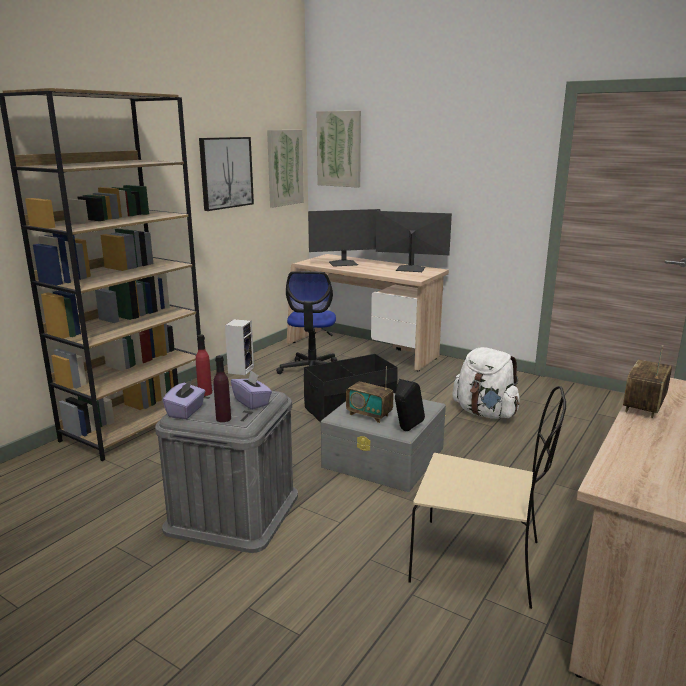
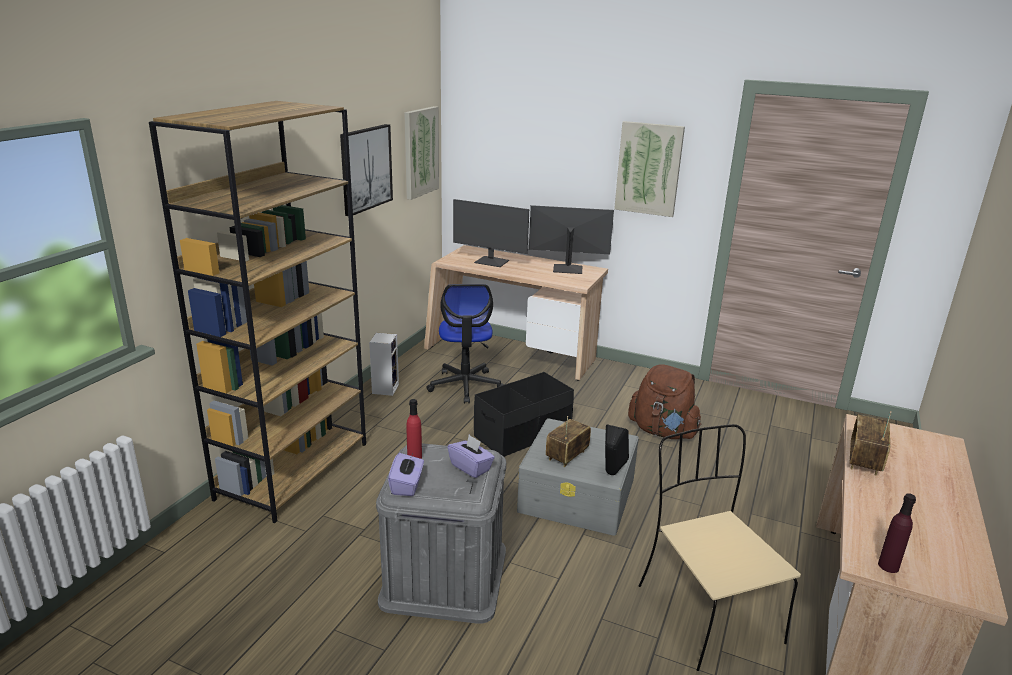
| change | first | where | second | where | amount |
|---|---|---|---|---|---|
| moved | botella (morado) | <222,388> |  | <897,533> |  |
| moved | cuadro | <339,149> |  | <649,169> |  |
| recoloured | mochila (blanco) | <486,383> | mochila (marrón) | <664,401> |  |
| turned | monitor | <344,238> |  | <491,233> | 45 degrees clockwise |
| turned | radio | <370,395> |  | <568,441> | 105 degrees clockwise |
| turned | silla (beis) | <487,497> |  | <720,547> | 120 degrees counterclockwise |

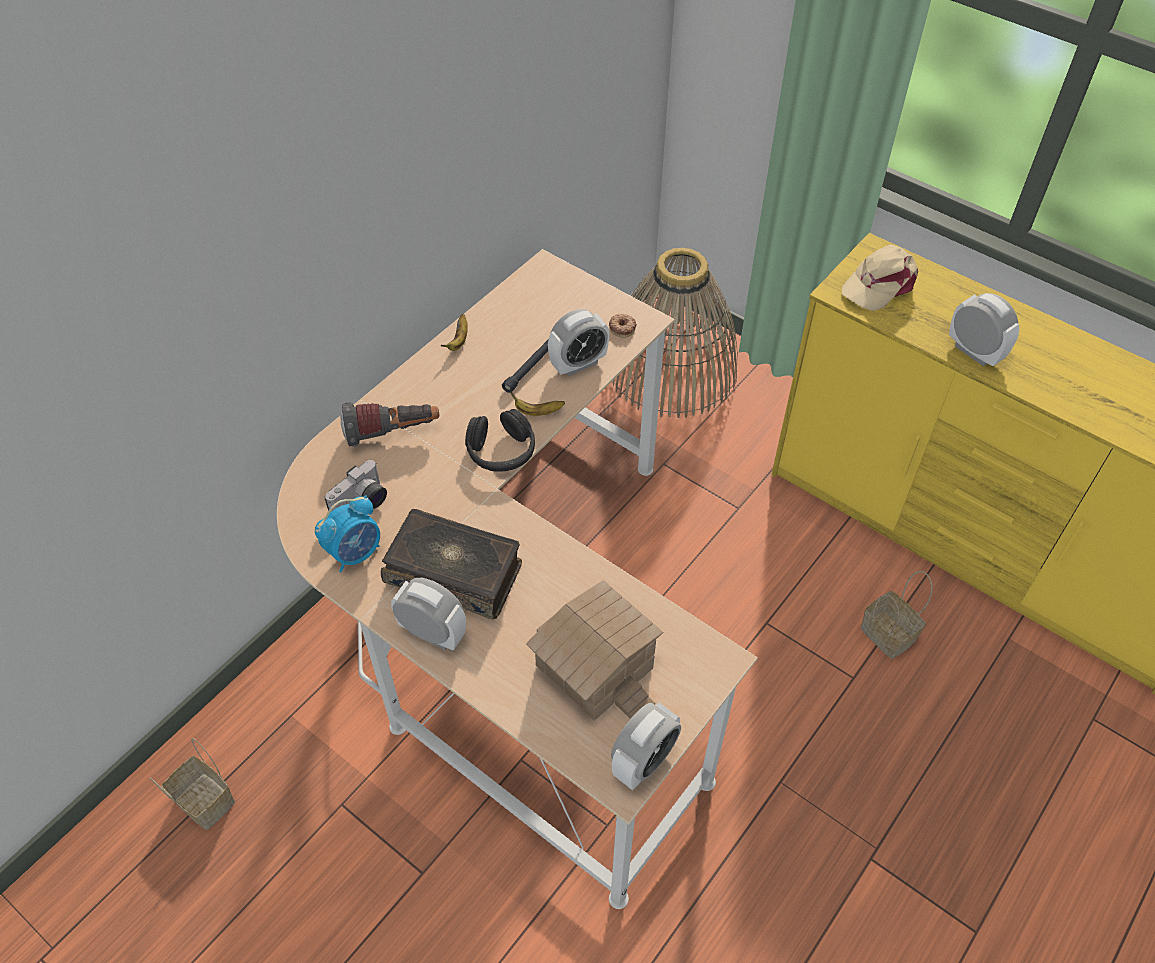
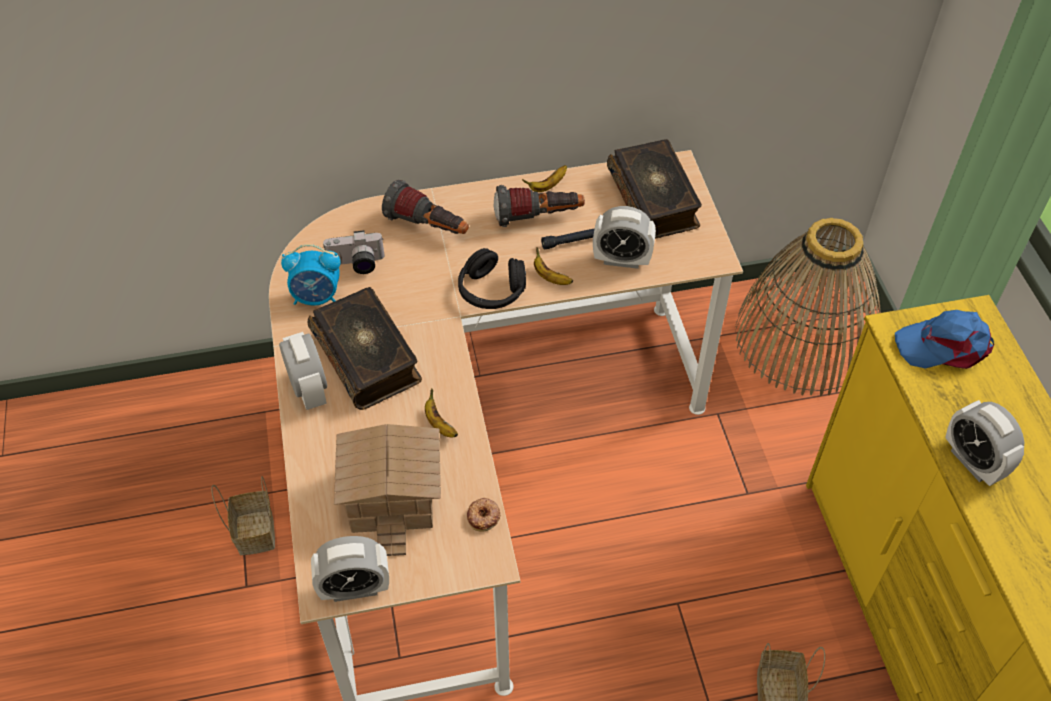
| change | first | where | second | where | amount |
|---|---|---|---|---|---|
| added |  |  | plátano | <441,413> |  |
| added |  |  | linterna | <539,206> |  |
| added |  |  | libro | <654,189> |  |
| moved | cesta | <192,784> |  | <243,515> |  |
| moved | rosquilla | <623,326> |  | <484,514> |  |
| recoloured | gorra (beis) | <880,277> | gorra (azul) | <944,339> |  |
| turned | despertador | <984,329> |  | <984,443> | 150 degrees clockwise |

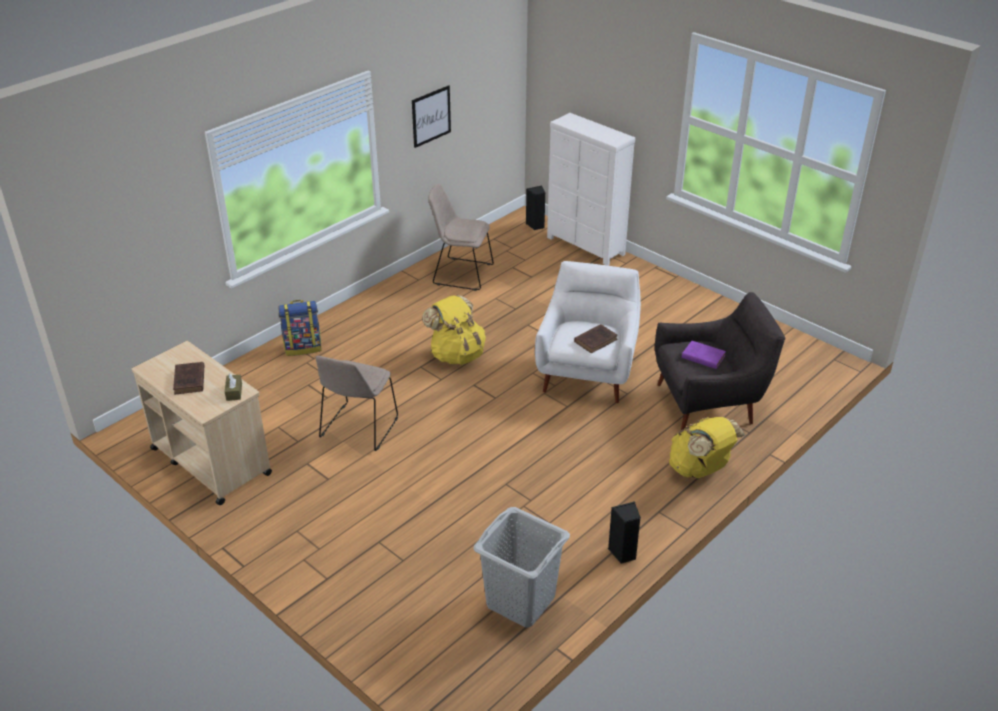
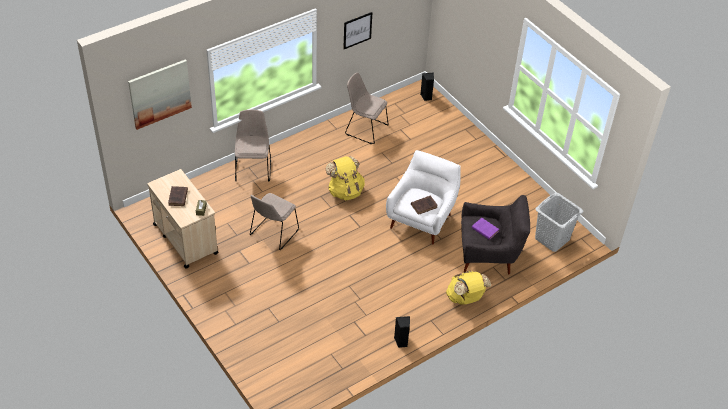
| change | first | where | second | where | amount |
|---|---|---|---|---|---|
| removed | cómoda (blanco) | <591,189> |  |  |  |
| added |  |  | cuadro | <160,94> |  |
| moved | cesto de la ropa (gris) | <521,567> |  | <559,222> |  |
| replaced | mochila | <299,328> | silla (beis) | <253,146> |  |

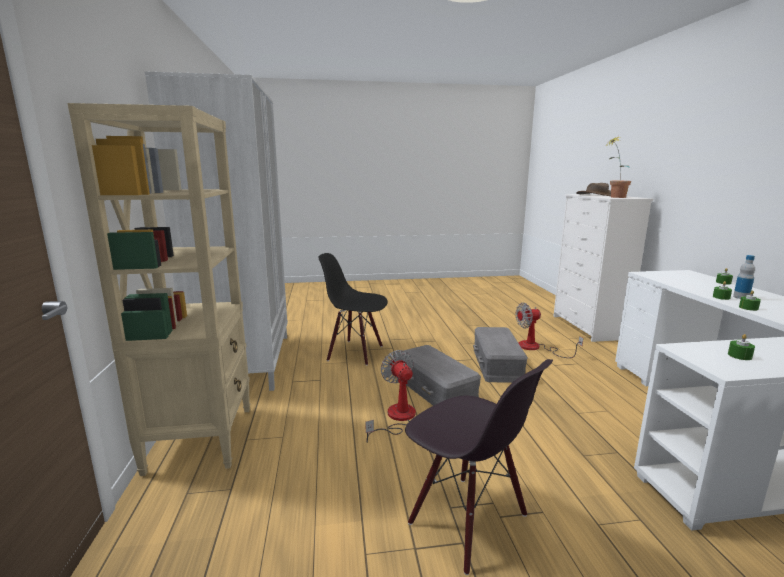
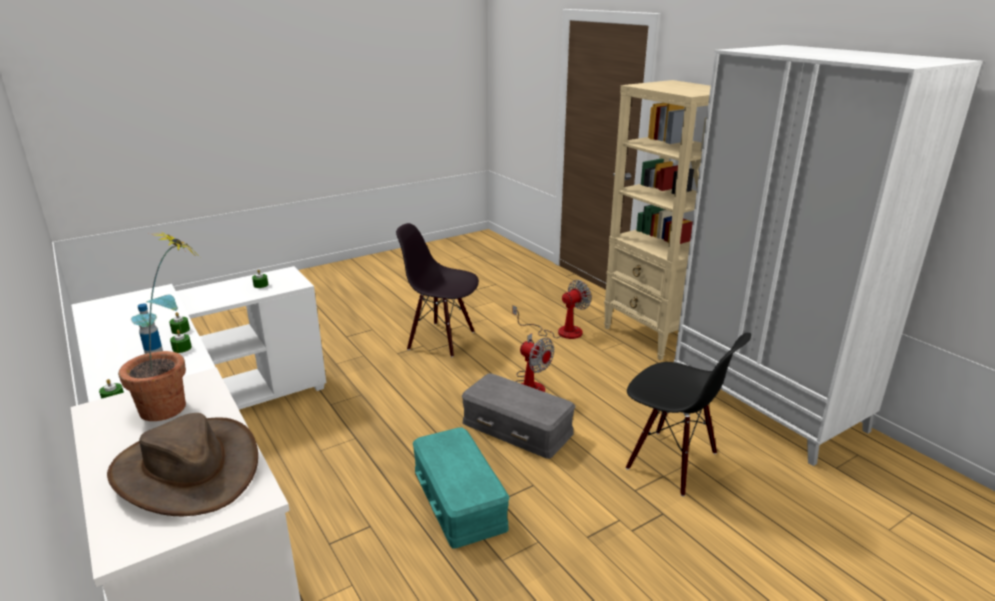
| change | first | where | second | where | amount |
|---|---|---|---|---|---|
| moved | ventilador | <549,330> |  | <552,309> |  |
| recoloured | caja de almacenaje (gris) | <500,355> | caja de almacenaje (turquesa) | <461,487> |  |
| turned | silla (negro) | <353,309> |  | <688,415> | 45 degrees clockwise |

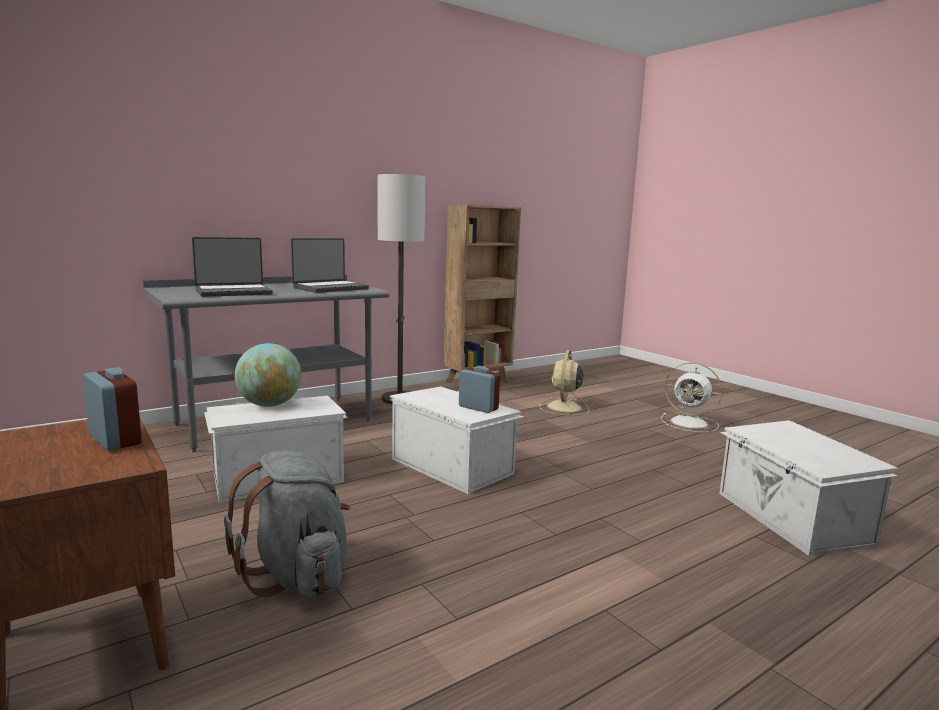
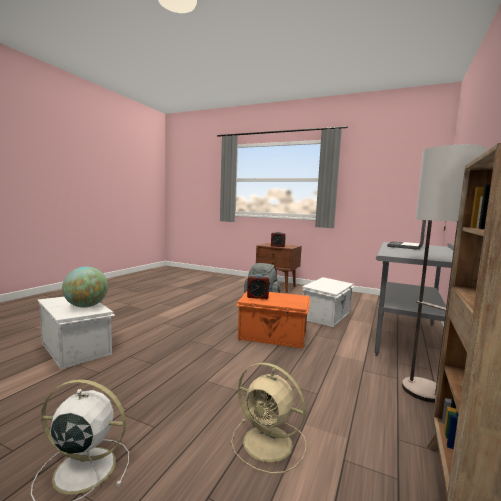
| change | first | where | second | where | amount |
|---|---|---|---|---|---|
| removed | portátil | <330,265> |  |  |  |
| moved | globo terráqueo | <268,375> |  | <85,287> |  |
| recoloured | caja de almacenaje (blanco) | <457,440> | caja de almacenaje (naranja) | <273,319> |  |
| turned | ventilador (beis) | <564,383> |  | <268,418> | 135 degrees clockwise |

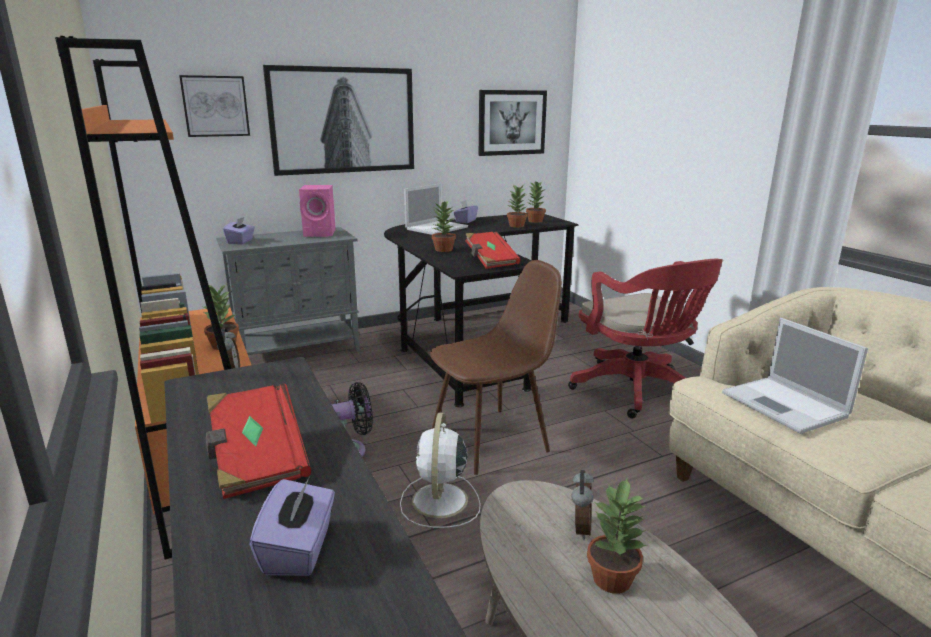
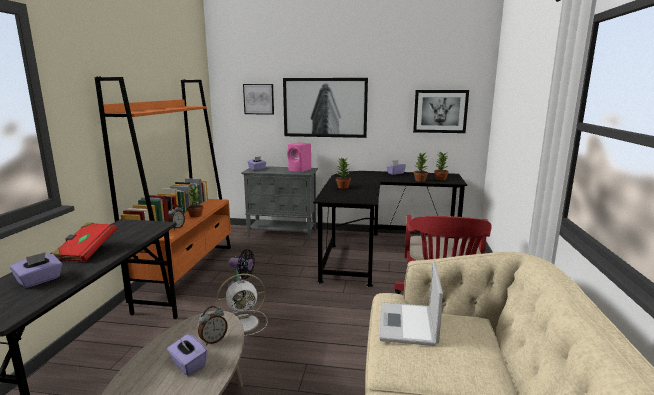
| change | first | where | second | where | amount |
|---|---|---|---|---|---|
| removed | portátil | <436,209> |  |  |  |
| removed | silla (marrón) | <496,367> |  |  |  |
| removed | libro (rojo) | <492,250> |  |  |  |
| replaced | planta en maceta | <617,536> | caja de pañuelos (morado) | <187,354> |  |
| turned | ventilador (blanco) | <440,470> |  | <242,304> | 150 degrees counterclockwise |

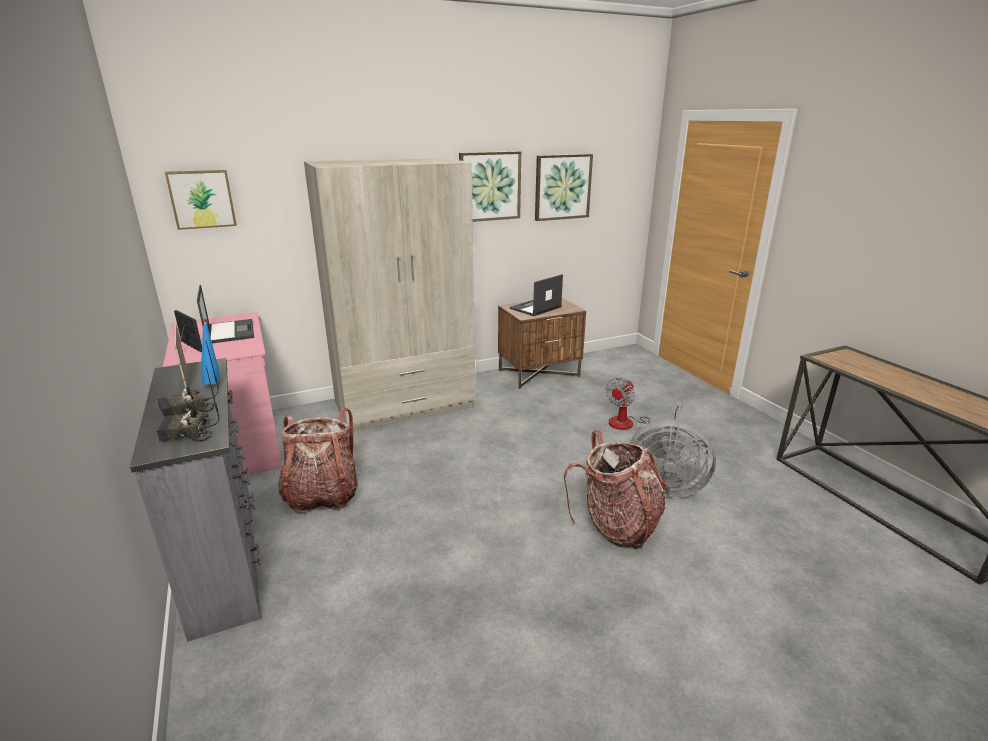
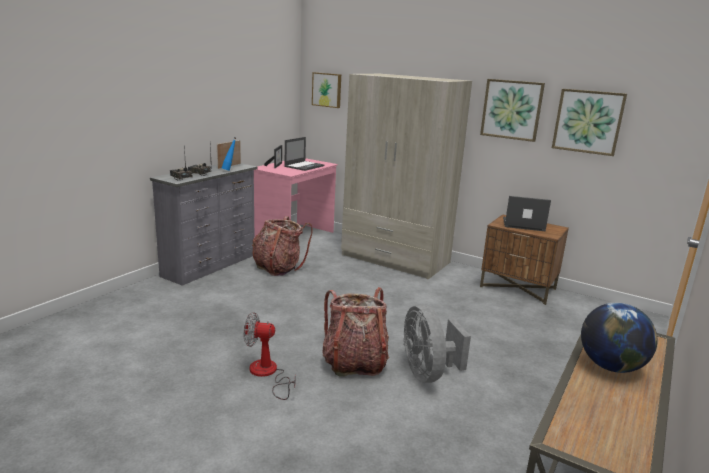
| change | first | where | second | where | amount |
|---|---|---|---|---|---|
| added |  |  | globo terráqueo | <619,338> |  |
| moved | ventilador | <643,404> |  | <269,356> |  |

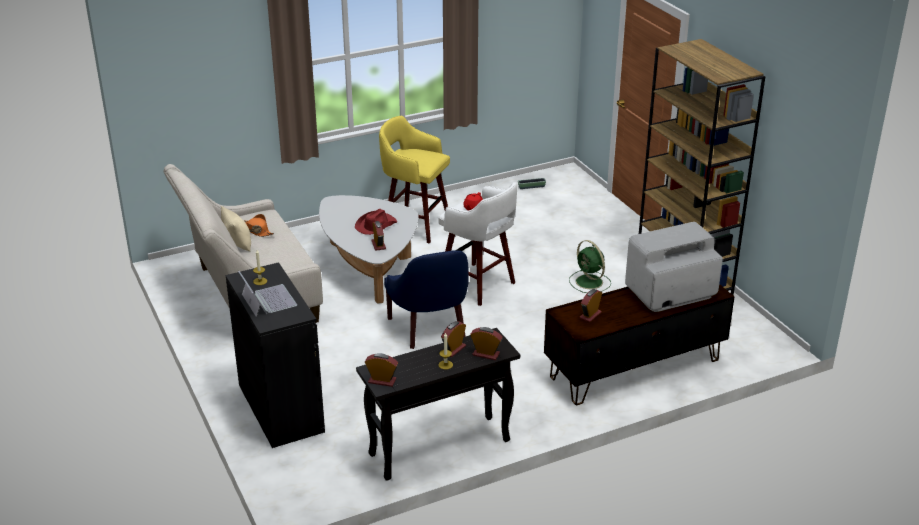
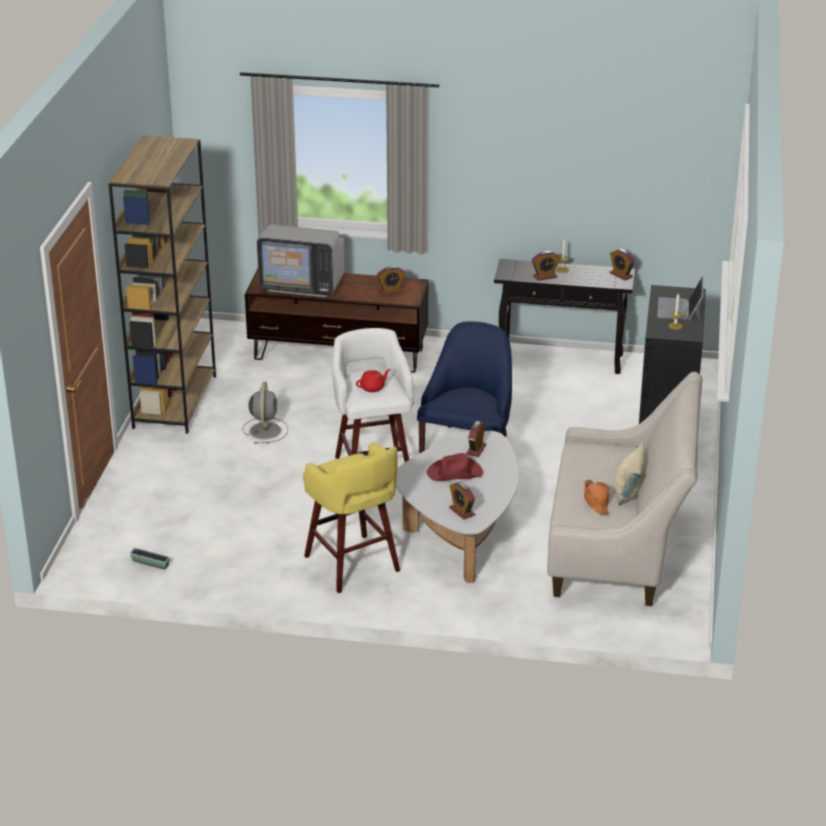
| change | first | where | second | where | amount |
|---|---|---|---|---|---|
| moved | despertador | <486,343> |  | <462,500> |  |
| recoloured | ventilador (verde) | <590,266> | ventilador (gris) | <265,413> |  |

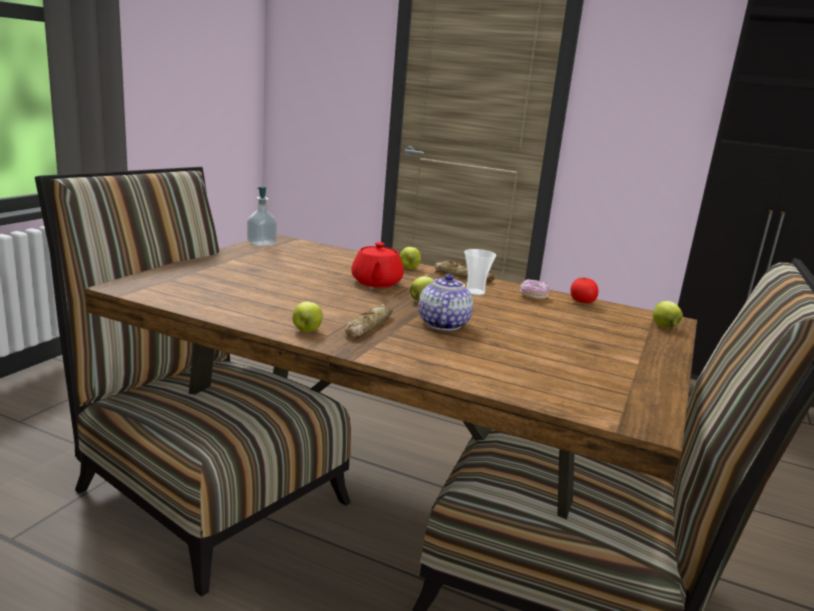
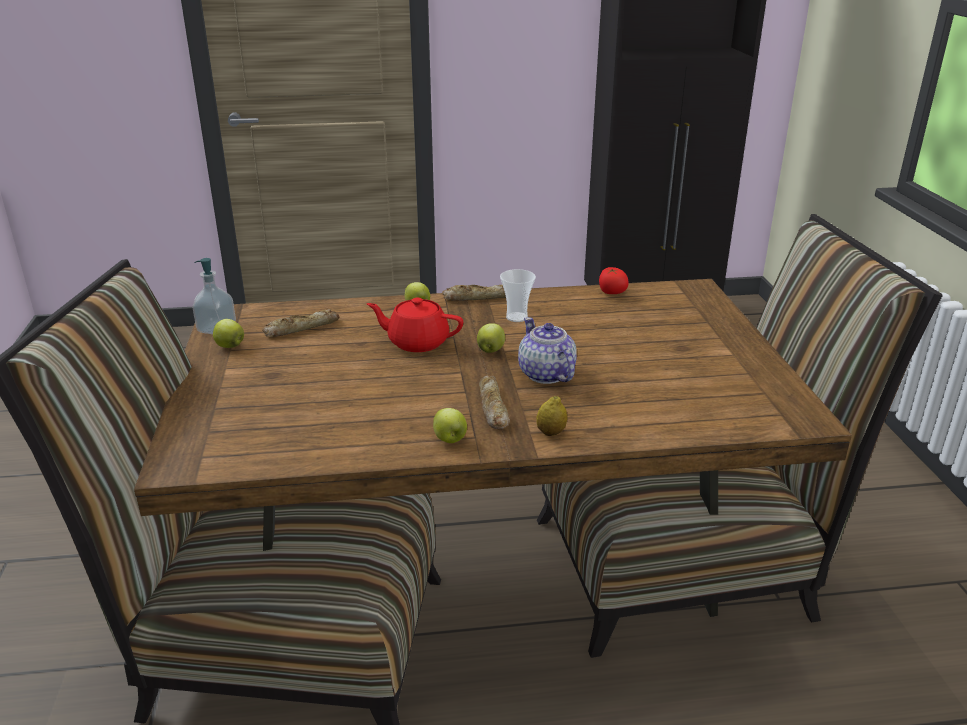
| change | first | where | second | where | amount |
|---|---|---|---|---|---|
| removed | rosquilla | <535,289> |  |  |  |
| added |  |  | pan | <301,323> |  |
| added |  |  | limón | <551,416> |  |
| moved | manzana | <668,314> |  | <228,333> |  |
| turned | tetera (rojo) | <377,264> |  | <415,324> | 135 degrees clockwise |

